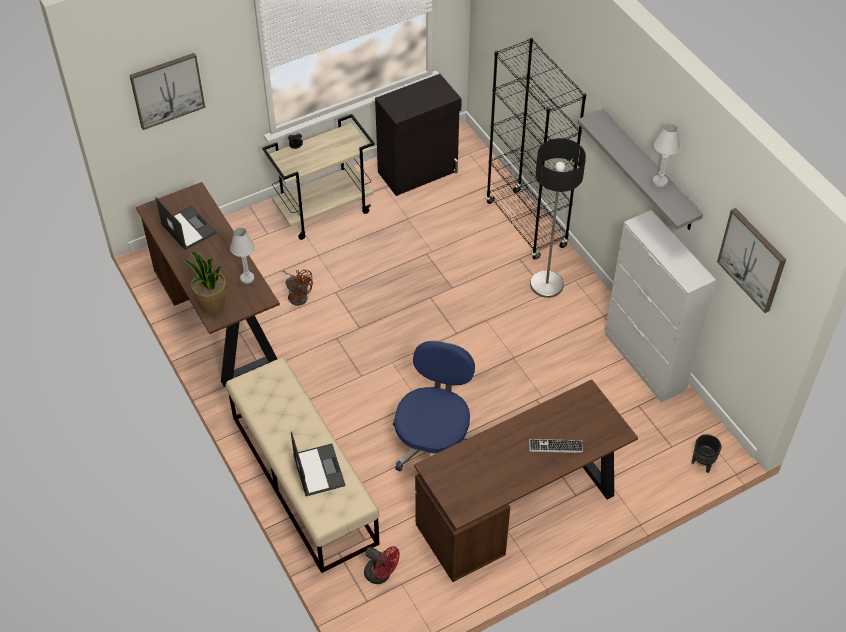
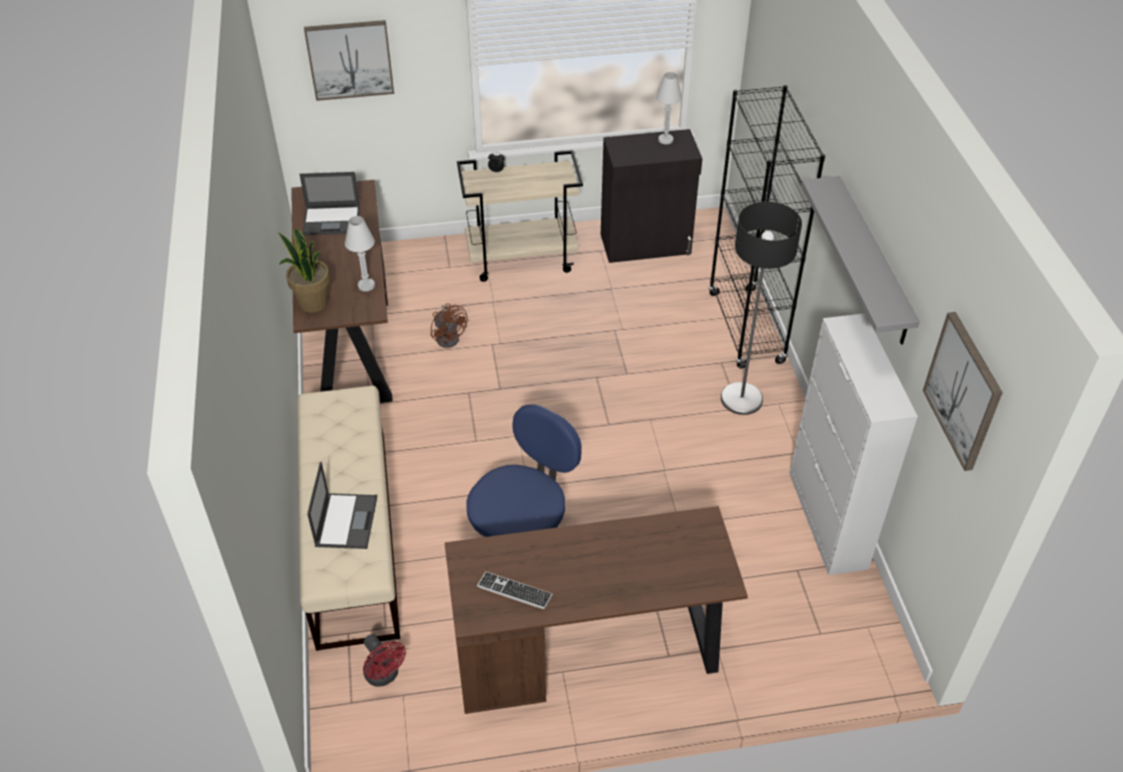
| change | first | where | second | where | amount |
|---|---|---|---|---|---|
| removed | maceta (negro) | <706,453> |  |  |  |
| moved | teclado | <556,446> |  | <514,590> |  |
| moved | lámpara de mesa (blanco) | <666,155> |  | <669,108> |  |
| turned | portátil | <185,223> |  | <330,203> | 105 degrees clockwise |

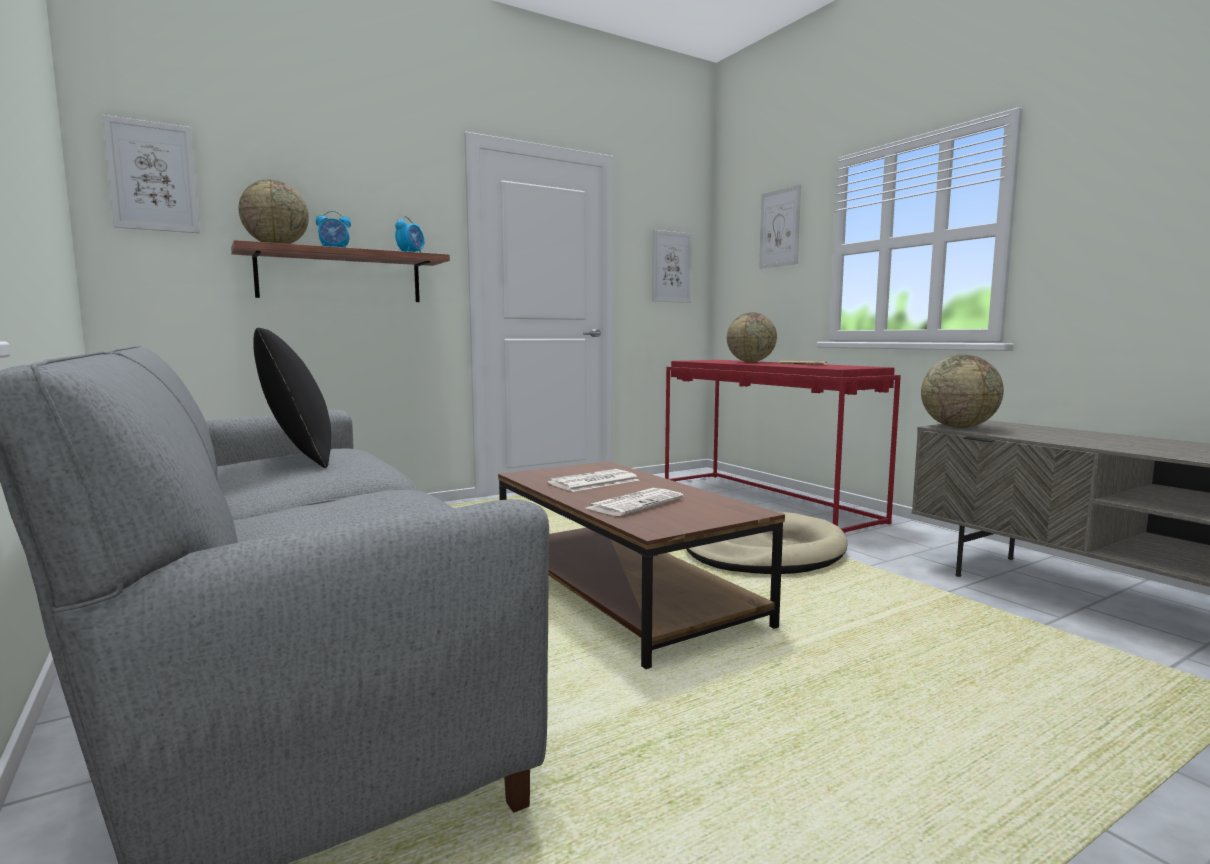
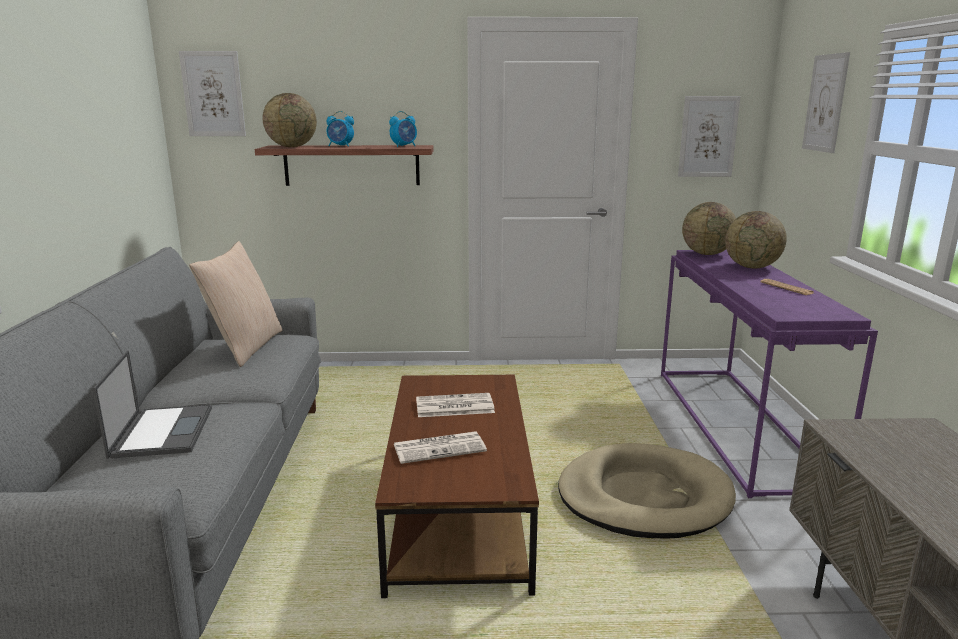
| change | first | where | second | where | amount |
|---|---|---|---|---|---|
| added |  |  | portátil | <152,404> |  |
| moved | globo terráqueo | <962,391> |  | <709,228> |  |
| recoloured | cojín (negro) | <292,398> | cojín (beis) | <235,304> |  |
| recoloured | mesa consola (rojo) | <783,446> | mesa consola (morado) | <769,374> |  |

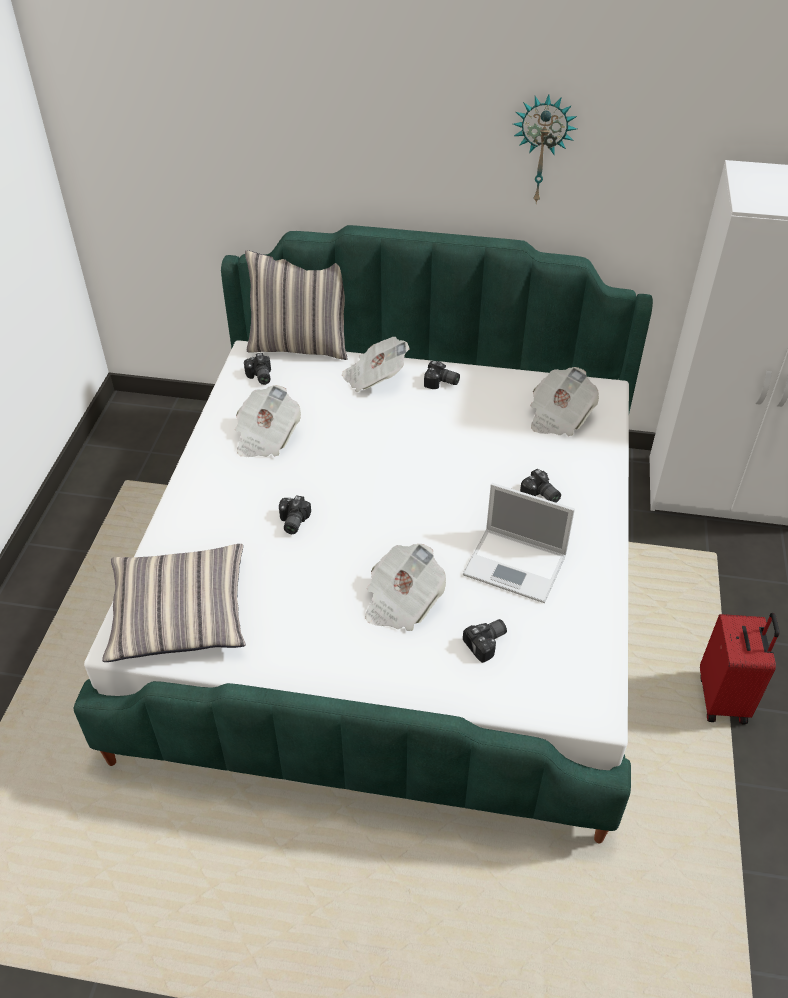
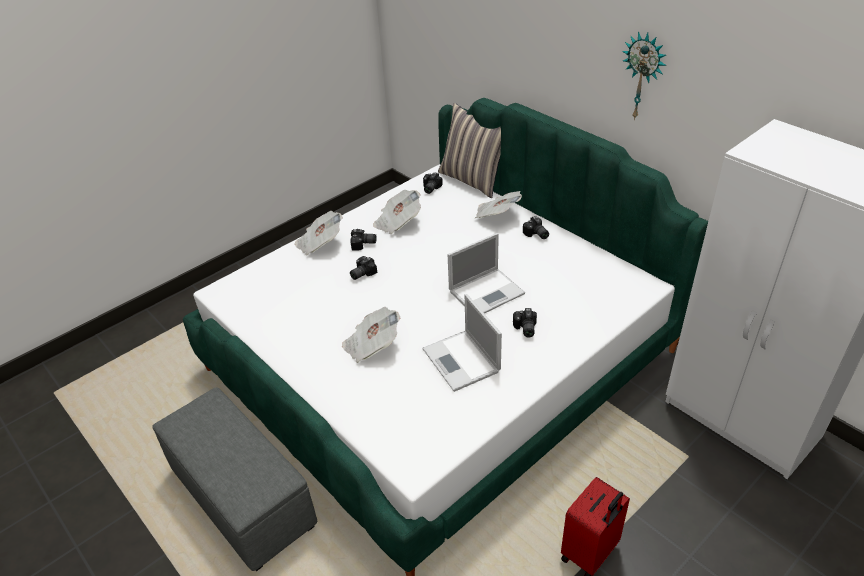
| change | first | where | second | where | amount |
|---|---|---|---|---|---|
| removed | cojín | <174,603> |  |  |  |
| added |  |  | puf (gris) | <234,479> |  |
| added |  |  | portátil | <486,273> |  |
| moved | cámara | <485,641> |  | <363,240> |  |
| moved | periódico | <564,401> |  | <318,233> |  |

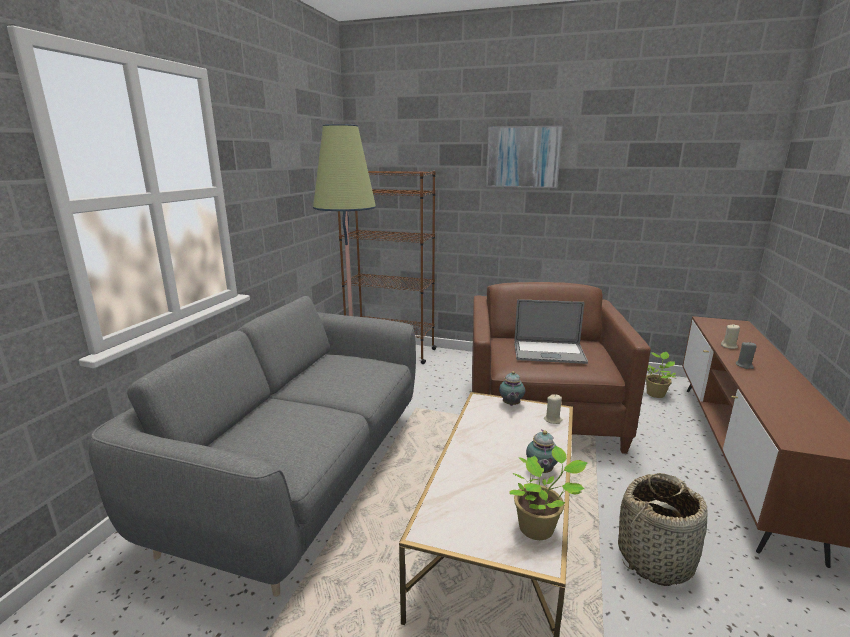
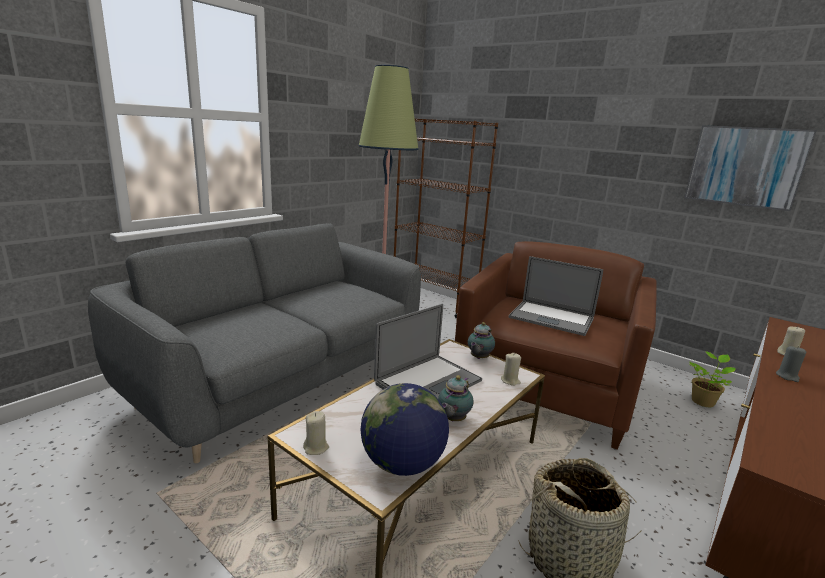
| change | first | where | second | where | amount |
|---|---|---|---|---|---|
| added |  |  | vela (beis) | <316,433> |  |
| added |  |  | portátil | <428,351> |  |
| moved | cuadro | <524,156> |  | <750,168> |  |
| replaced | planta en maceta | <548,493> | globo terráqueo | <405,429> |  |

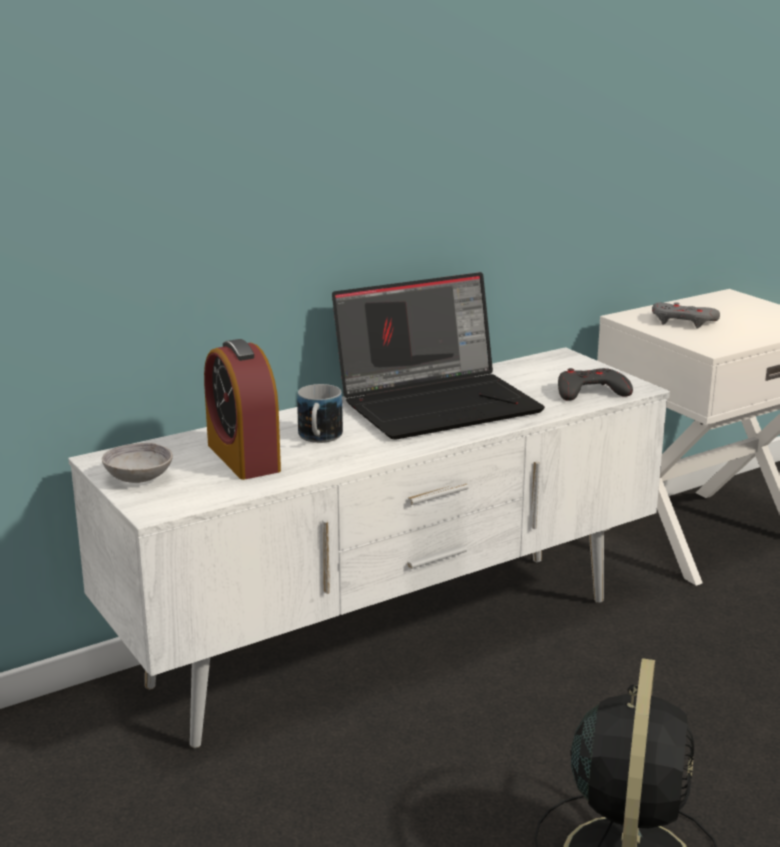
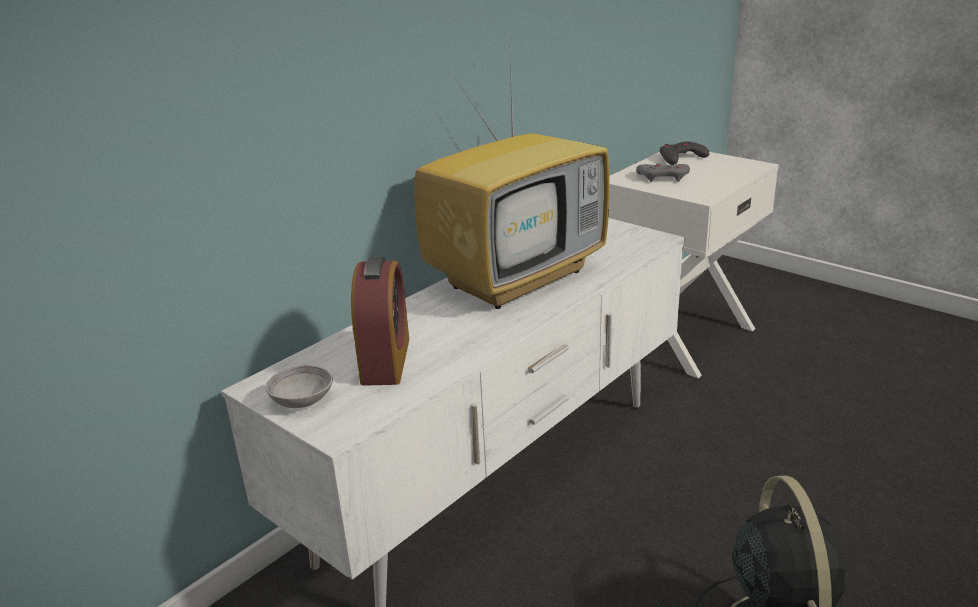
| change | first | where | second | where | amount |
|---|---|---|---|---|---|
| removed | taza grande | <320,413> |  |  |  |
| moved | mando de consola (gris) | <595,384> |  | <684,153> |  |
| replaced | portátil | <438,356> | televisor | <512,183> |  |
| turned | despertador | <242,409> |  | <380,321> | 135 degrees counterclockwise |

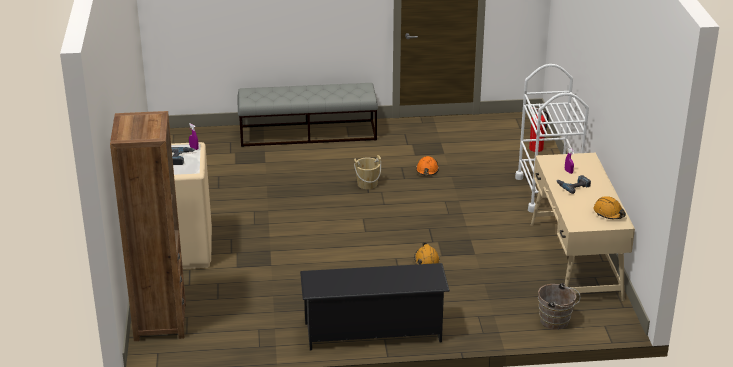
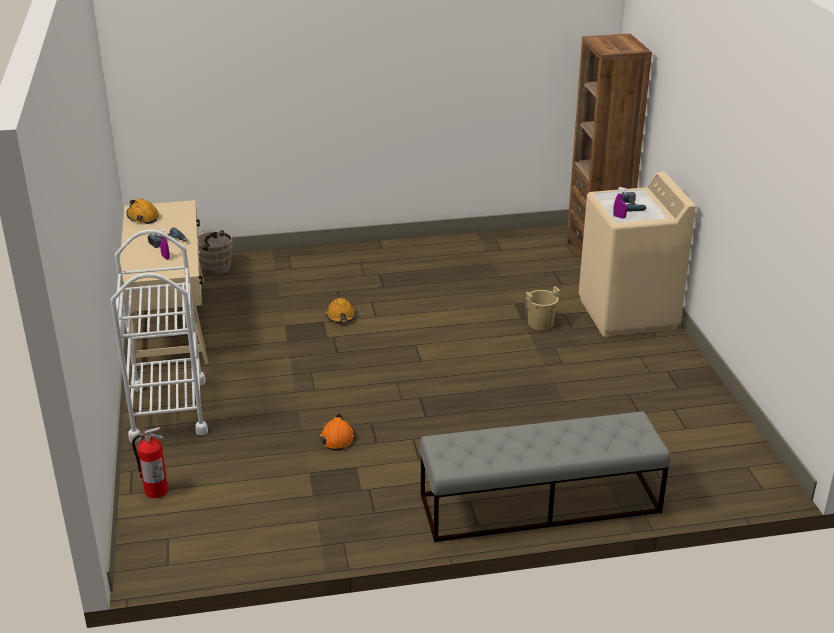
| change | first | where | second | where | amount |
|---|---|---|---|---|---|
| removed | zapatero (negro) | <375,306> |  |  |  |
| moved | cubo (beis) | <367,172> |  | <542,308> |  |

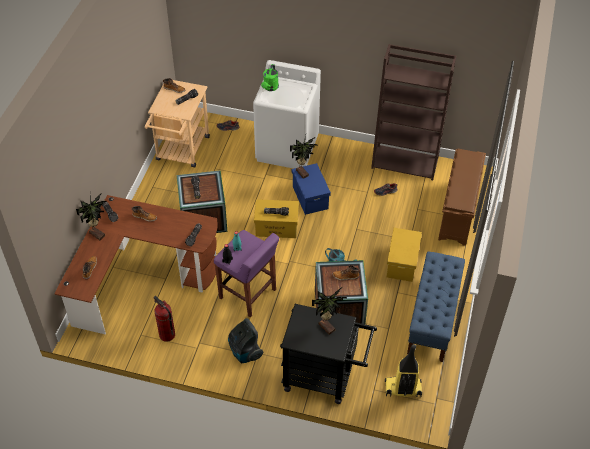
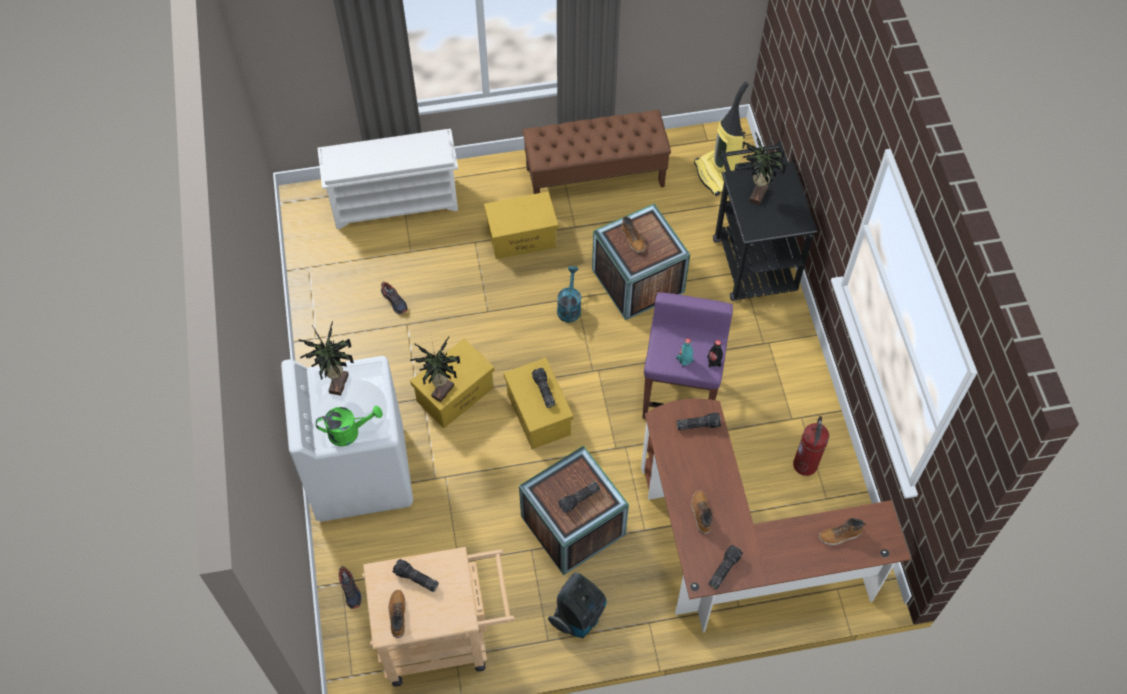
| change | first | where | second | where | amount |
|---|---|---|---|---|---|
| removed | estantería (marrón) | <413,112> |  |  |  |
| moved | planta en maceta | <91,216> |  | <326,358> |  |
| moved | aspiradora | <245,340> |  | <577,605> |  |
| recoloured | caja de almacenaje (azul) | <311,189> | caja de almacenaje (amarillo) | <452,383> |  |
| recoloured | banco (azul) | <436,306> | banco (marrón) | <597,152> |  |
| recoloured | zapatero (marrón) | <462,197> | zapatero (blanco) | <388,179> |  |

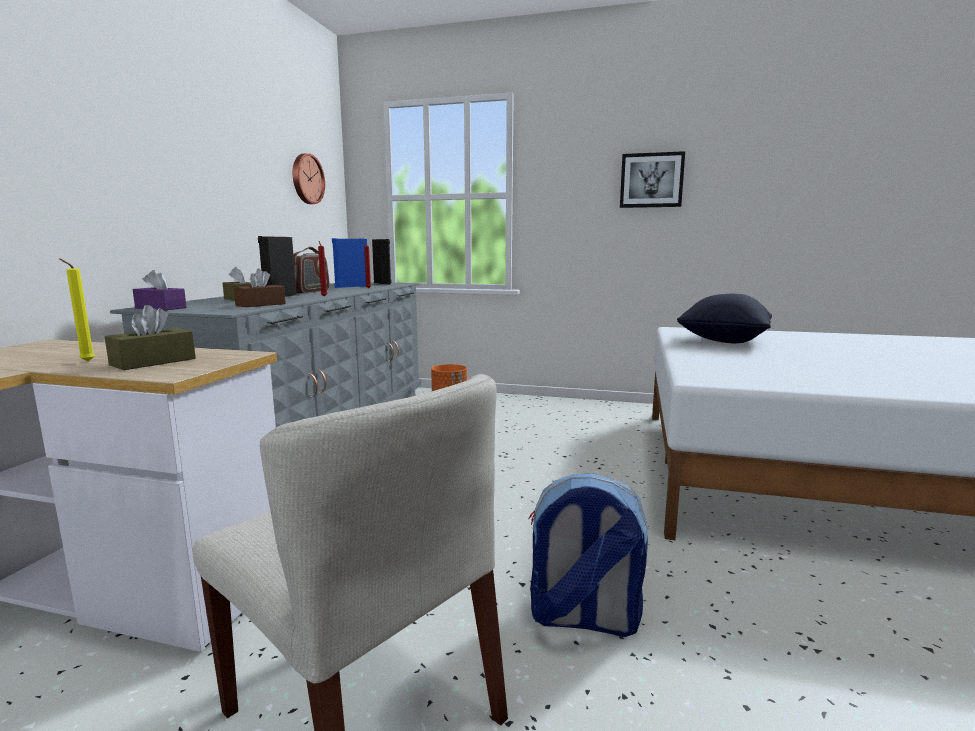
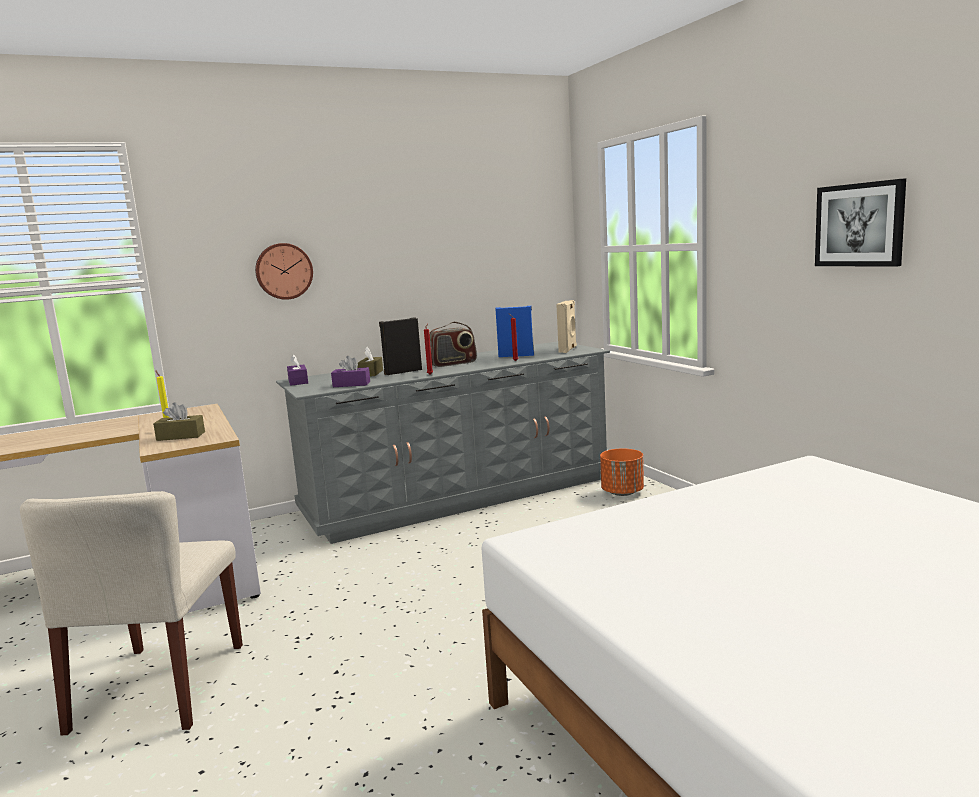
| change | first | where | second | where | amount |
|---|---|---|---|---|---|
| removed | mochila | <588,555> |  |  |  |
| removed | cojín (negro) | <724,318> |  |  |  |
| moved | reloj de pared | <309,178> |  | <284,271> |  |
| recoloured | caja de pañuelos (marrón) | <260,288> | caja de pañuelos (morado) | <350,371> |  |
| recoloured | altavoz (negro) | <382,262> | altavoz (beis) | <566,326> |  |

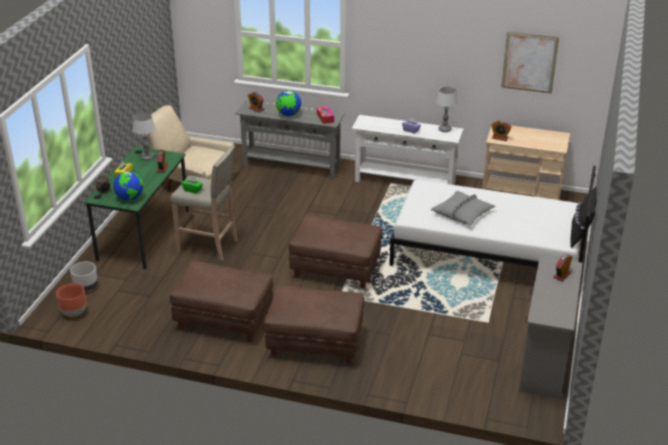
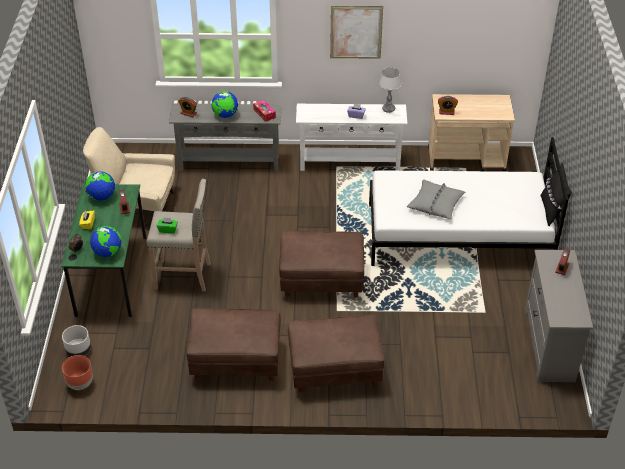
| change | first | where | second | where | amount |
|---|---|---|---|---|---|
| moved | cuadro | <530,62> |  | <356,32> |  |
| replaced | lámpara de mesa | <144,137> | globo terráqueo | <100,186> |  |

